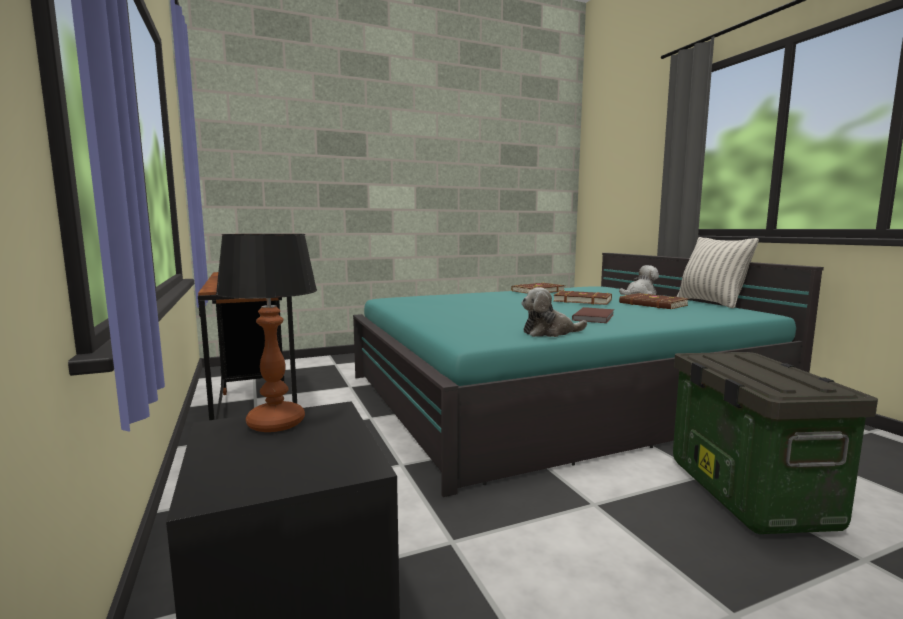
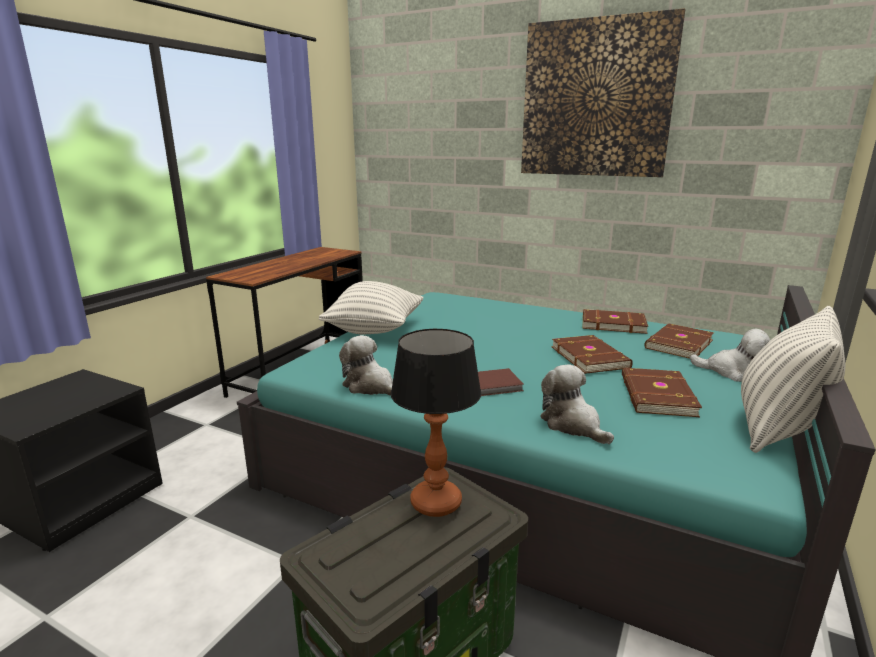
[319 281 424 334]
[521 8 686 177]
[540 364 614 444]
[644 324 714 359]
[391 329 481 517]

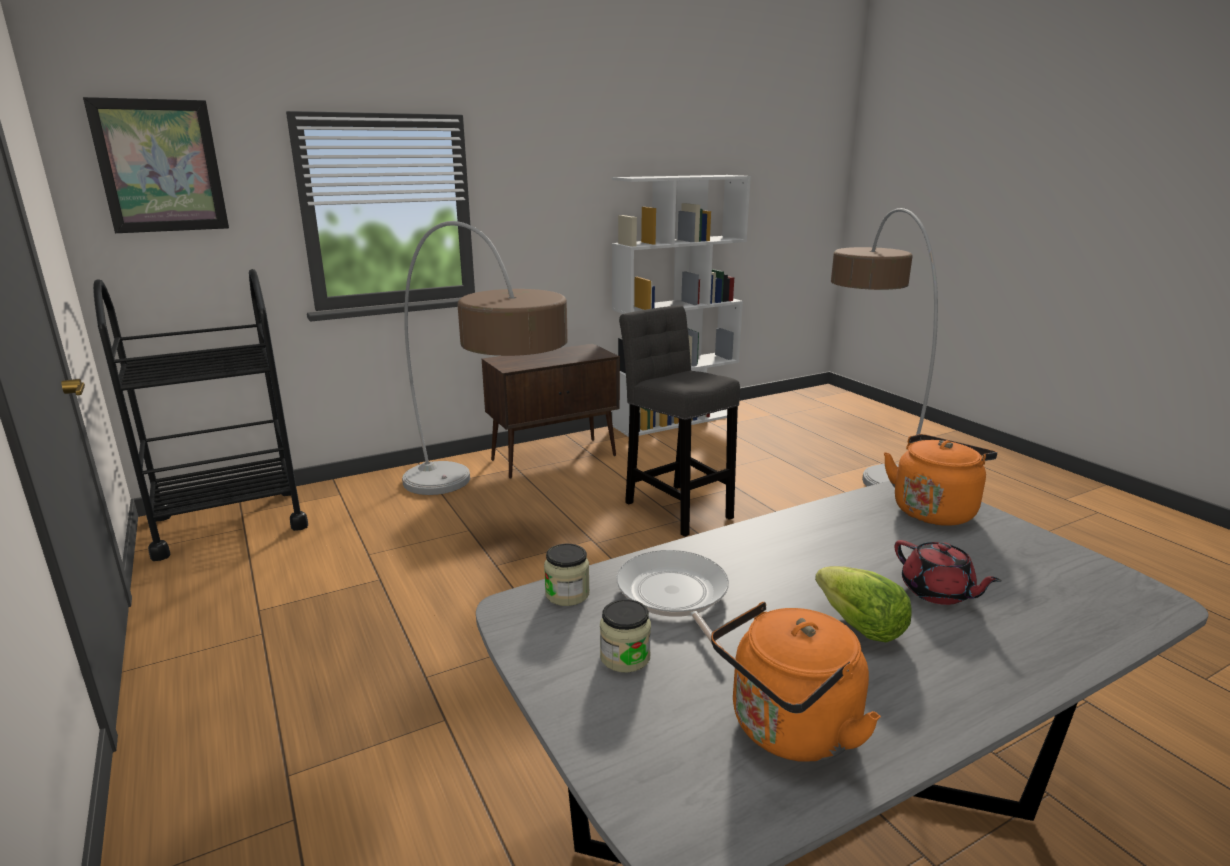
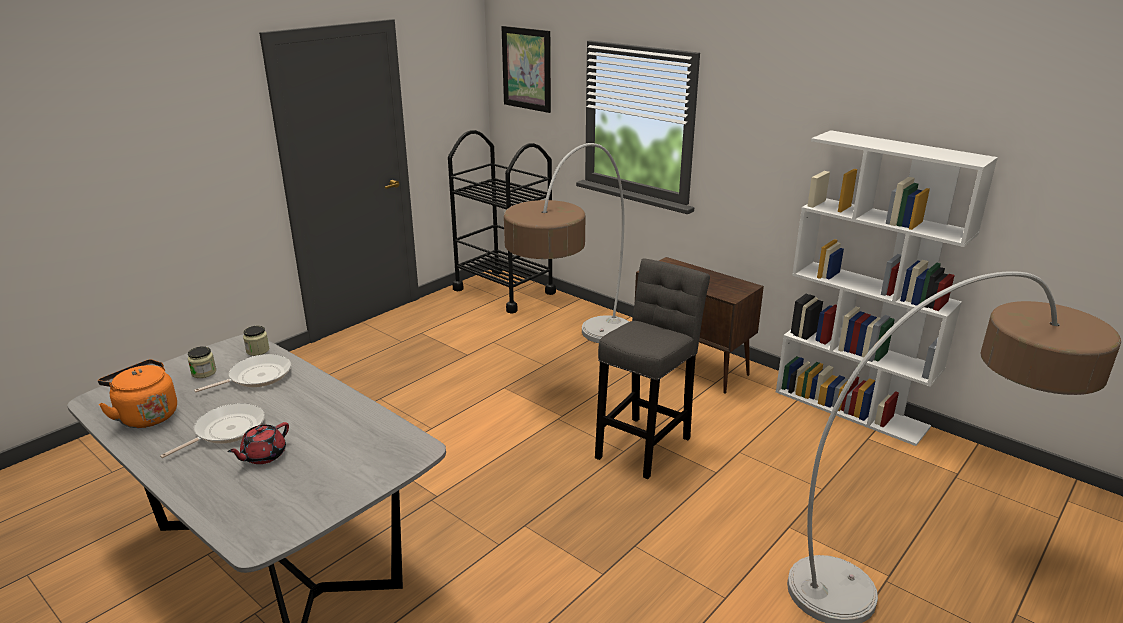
[884 434 997 526] (first image)
[160 403 265 458]

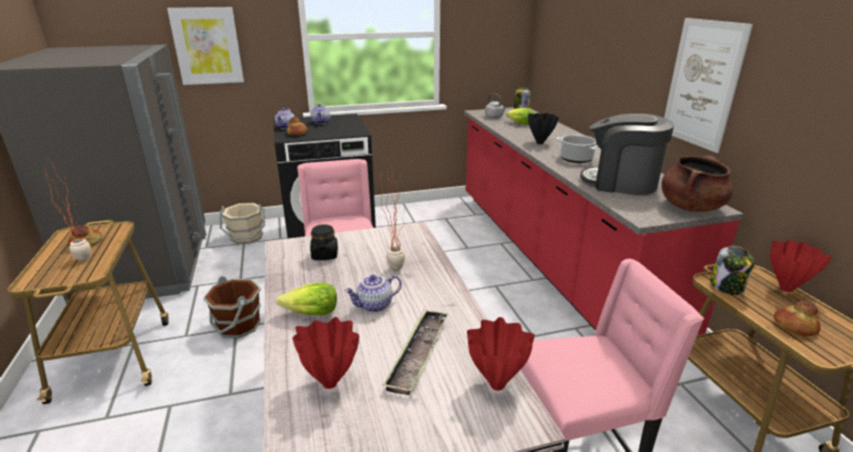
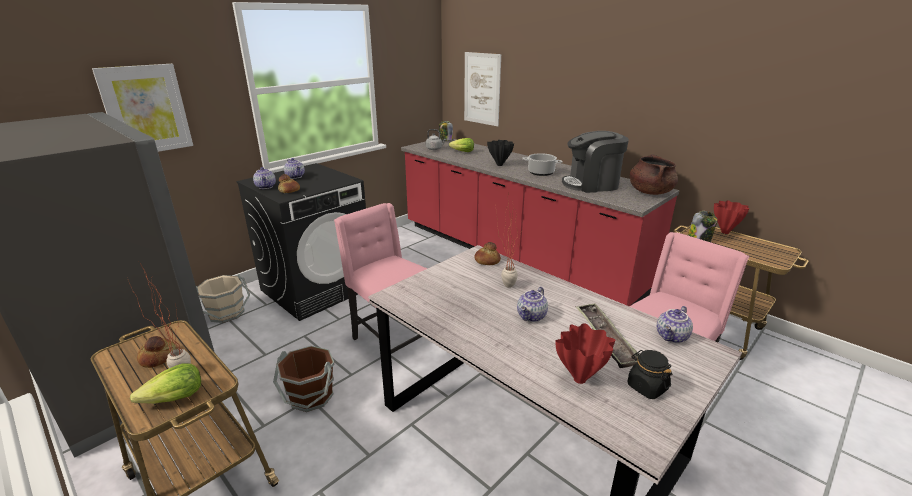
[130 363 201 404]
[627 350 672 399]
[464 52 501 126]
[474 242 501 265]
[657 306 693 343]

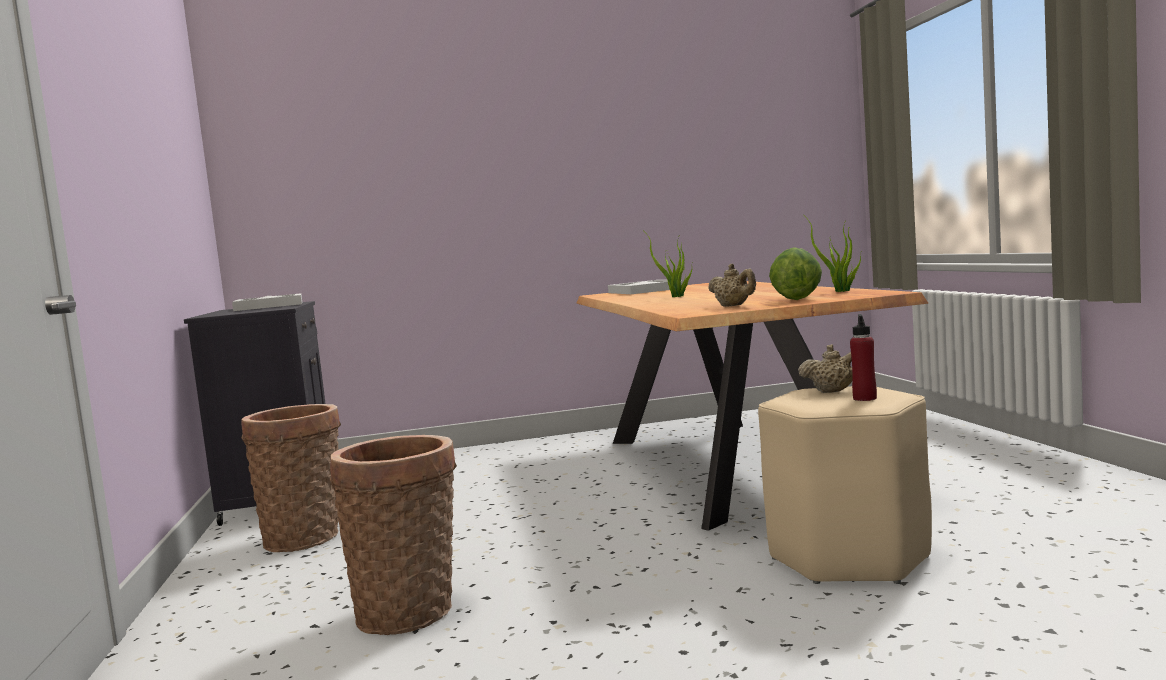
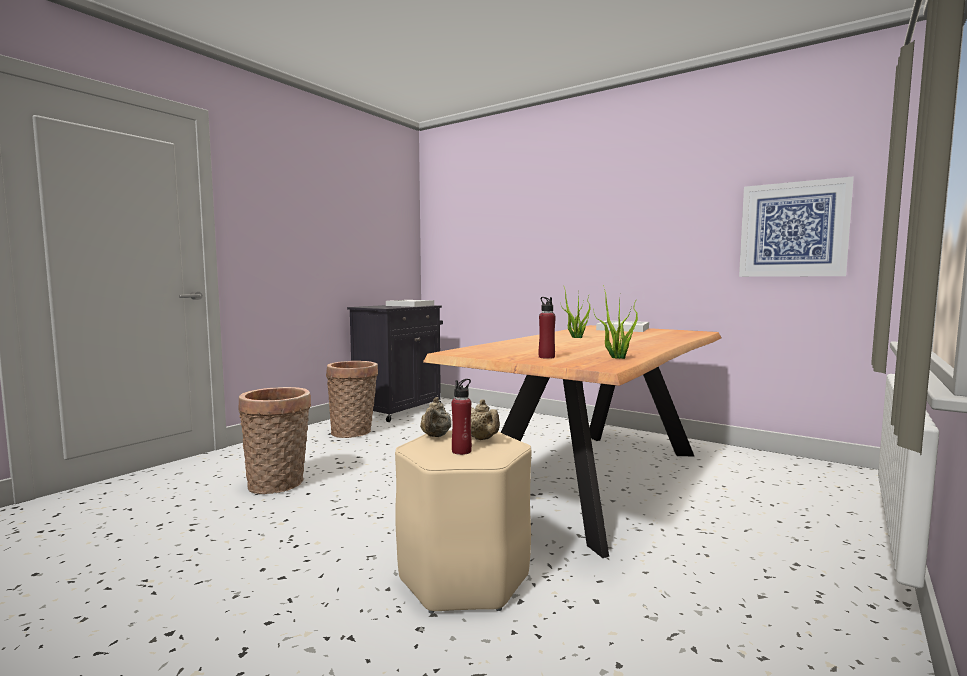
[739 176 854 277]
[420 397 451 437]
[539 297 556 359]

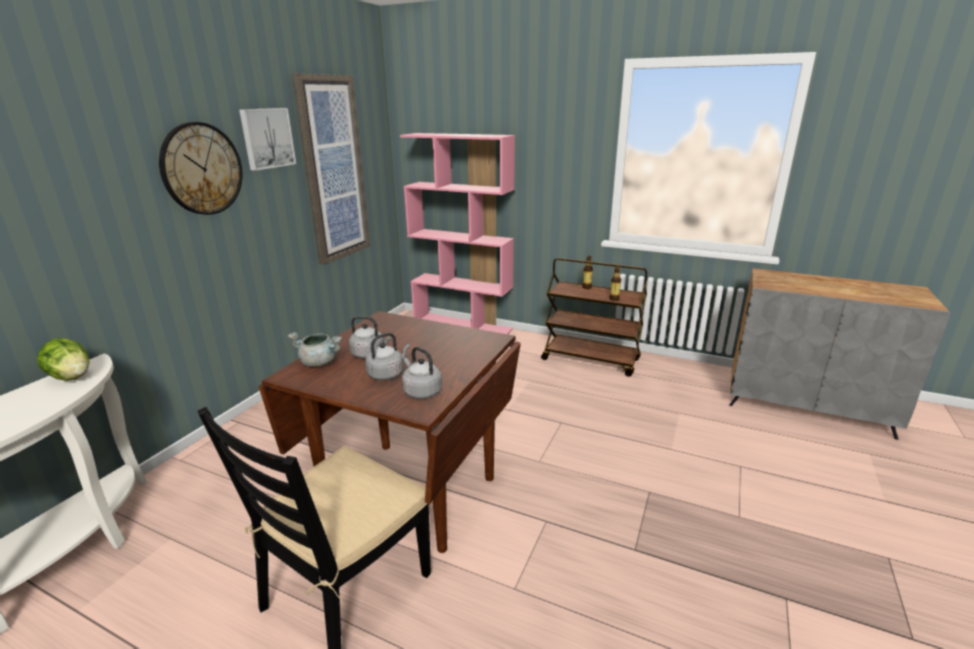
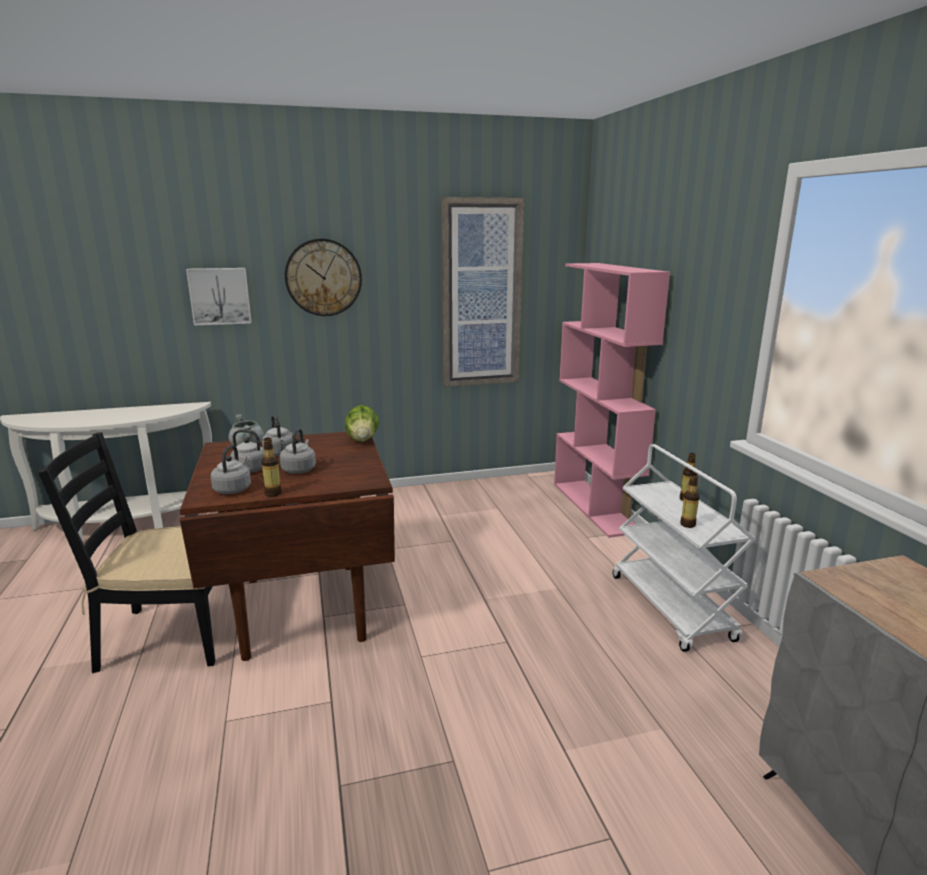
[261 438 282 497]
[280 428 316 474]
[345 405 379 442]
[186 268 252 325]
[613 444 756 652]

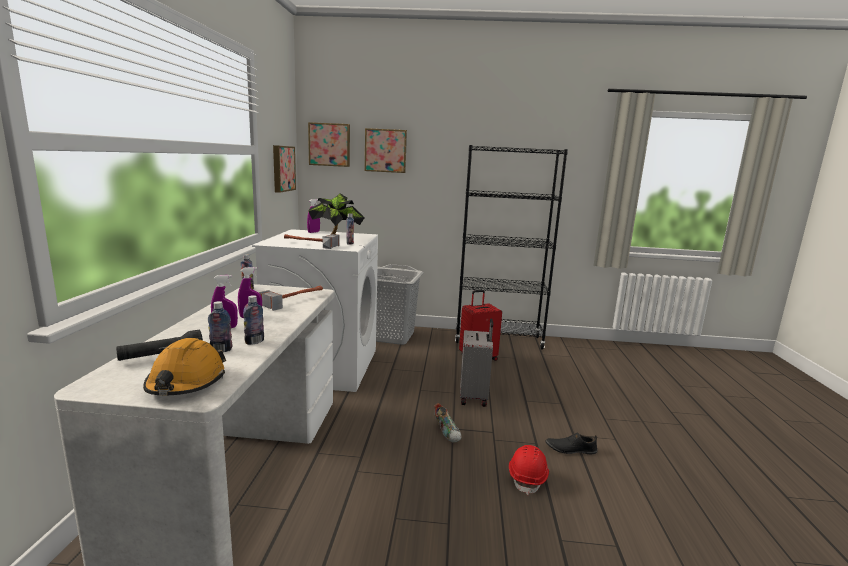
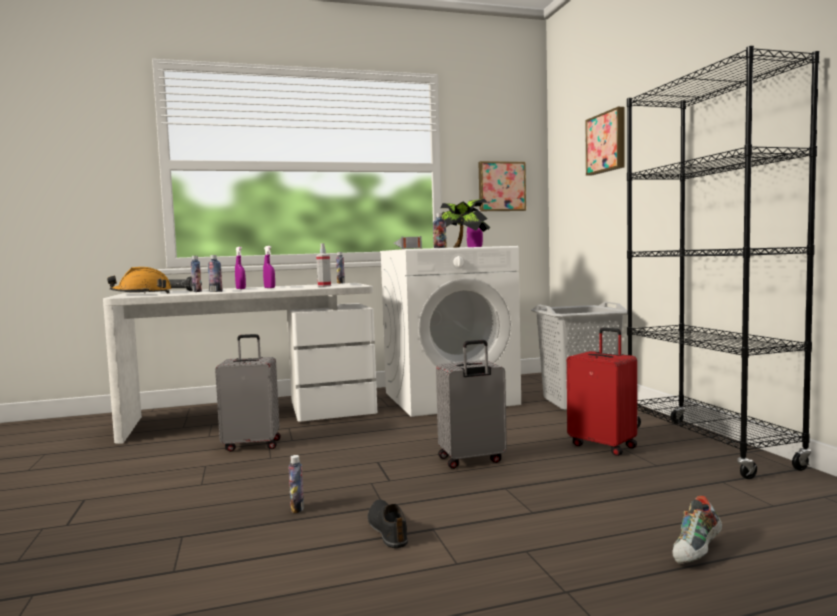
[308 122 350 167] (first image)
[215 334 281 452]
[672 496 722 564]
[316 243 331 287]
[288 455 304 513]

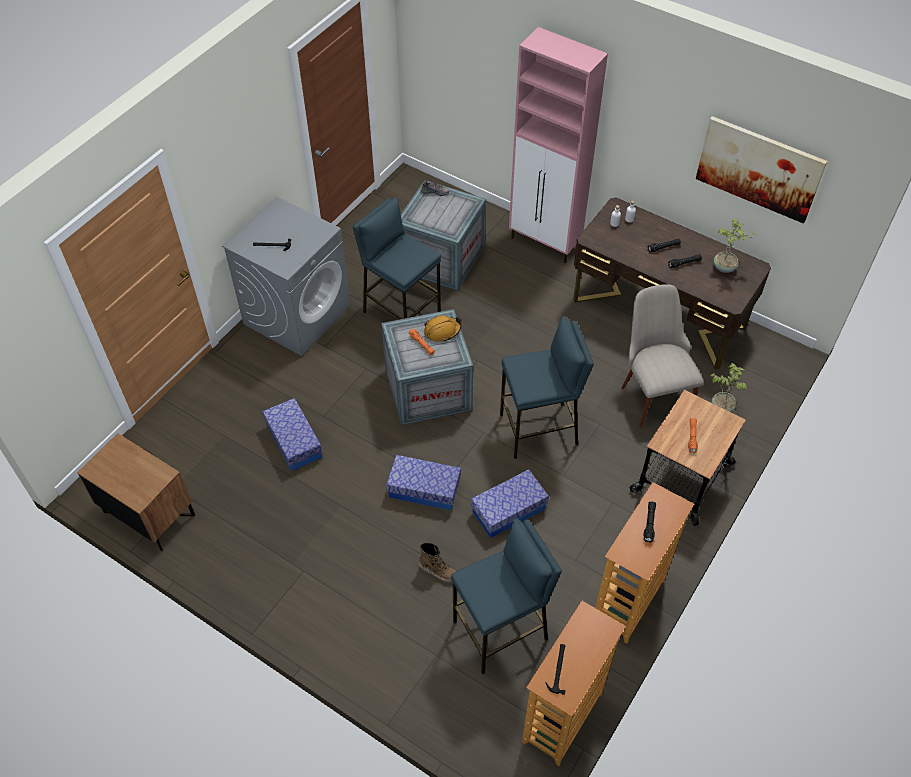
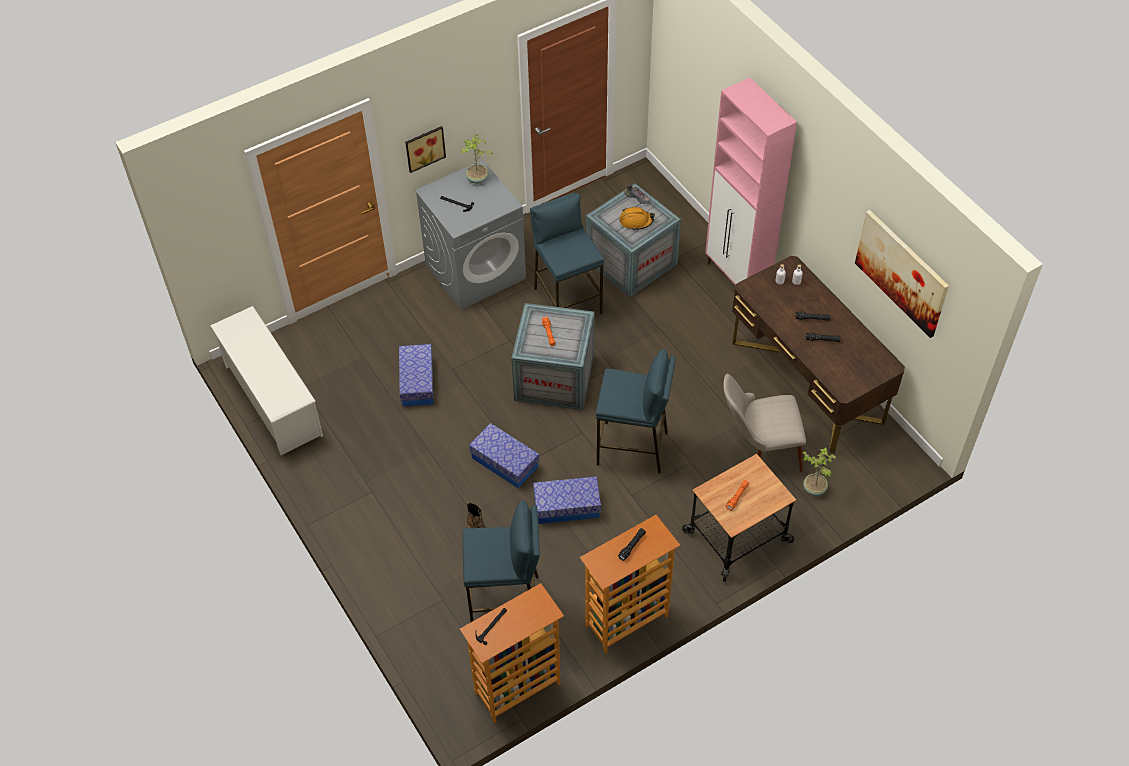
[405 126 446 173]
[620 207 655 231]
[461 133 493 184]
[210 306 323 455]
[723 374 806 472]

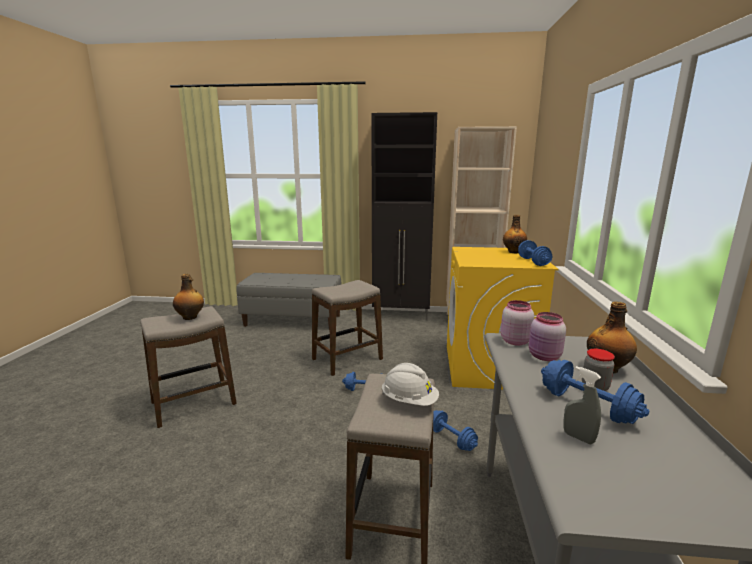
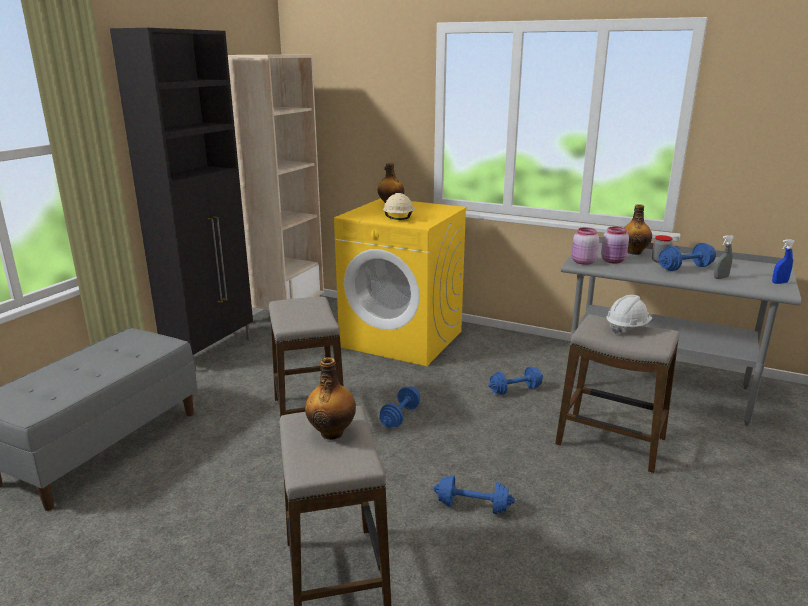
[383 193 415 220]
[772 239 795 284]
[433 475 515 514]

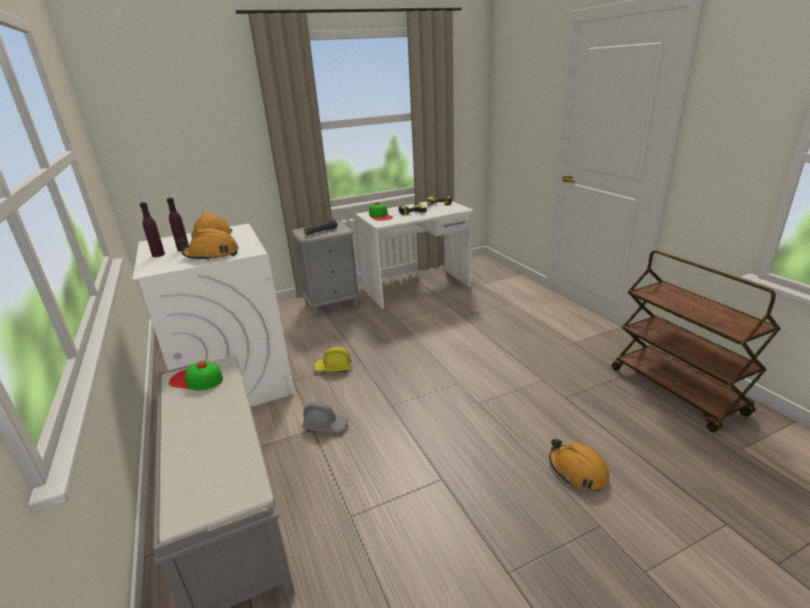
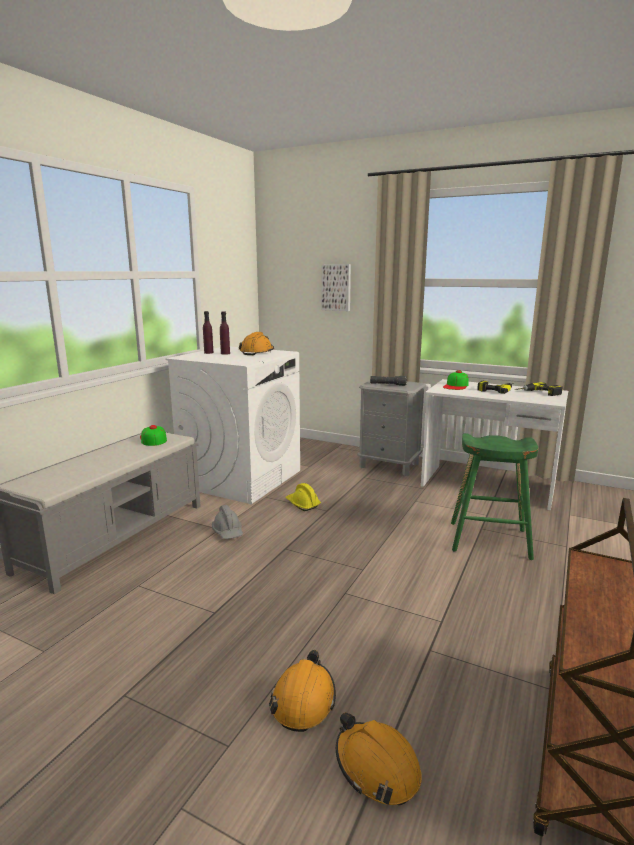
[322 264 351 311]
[451 433 538 560]
[336 712 422 806]

